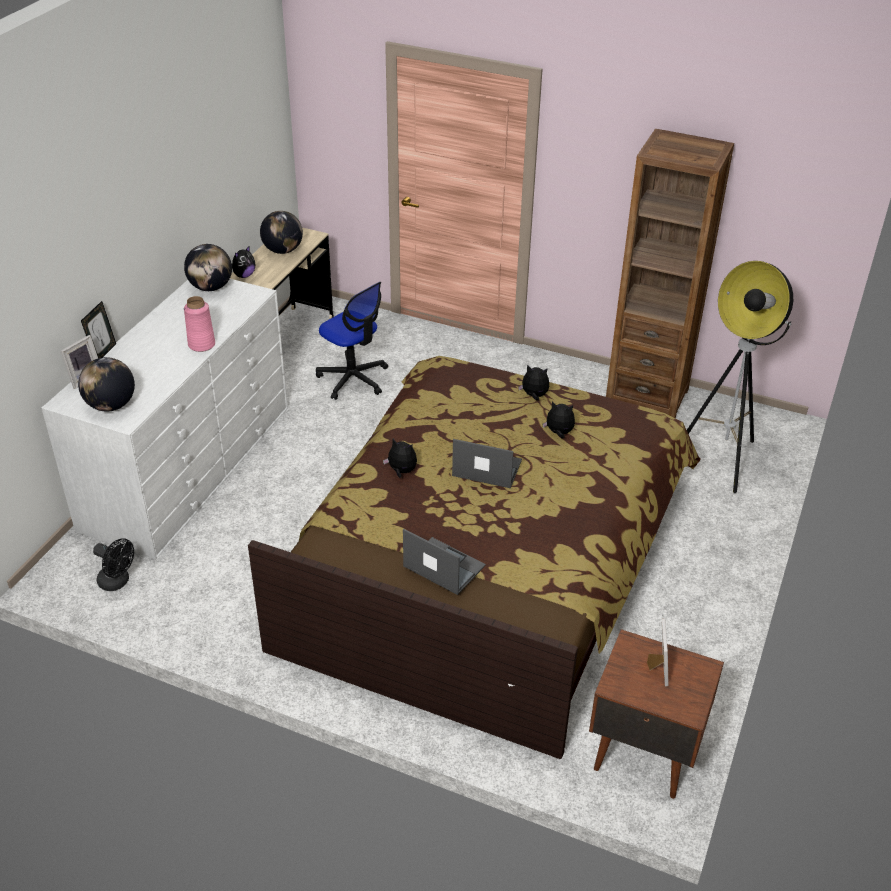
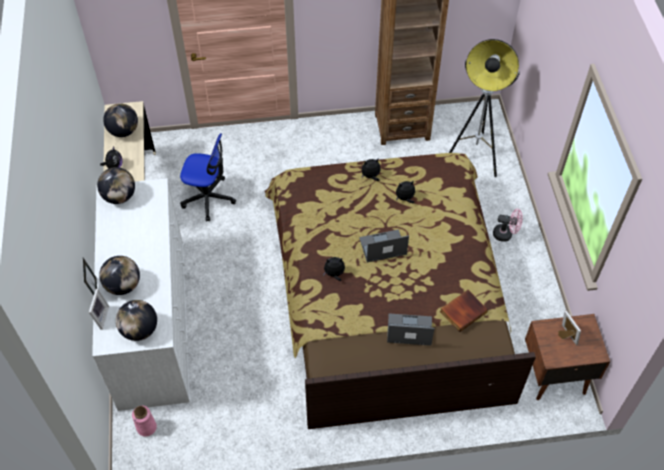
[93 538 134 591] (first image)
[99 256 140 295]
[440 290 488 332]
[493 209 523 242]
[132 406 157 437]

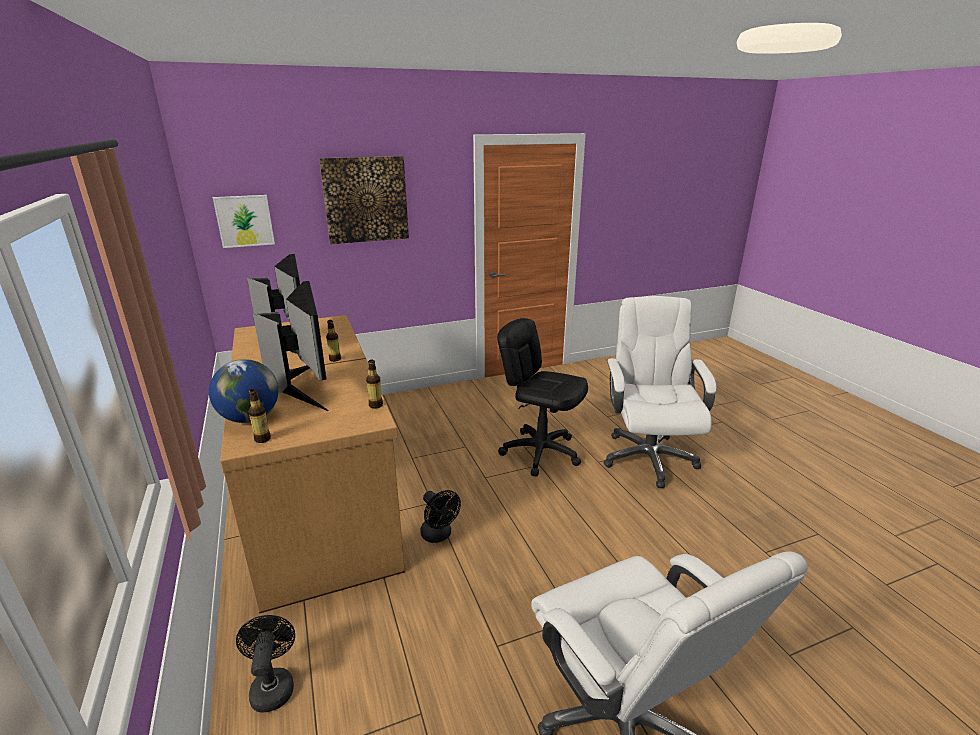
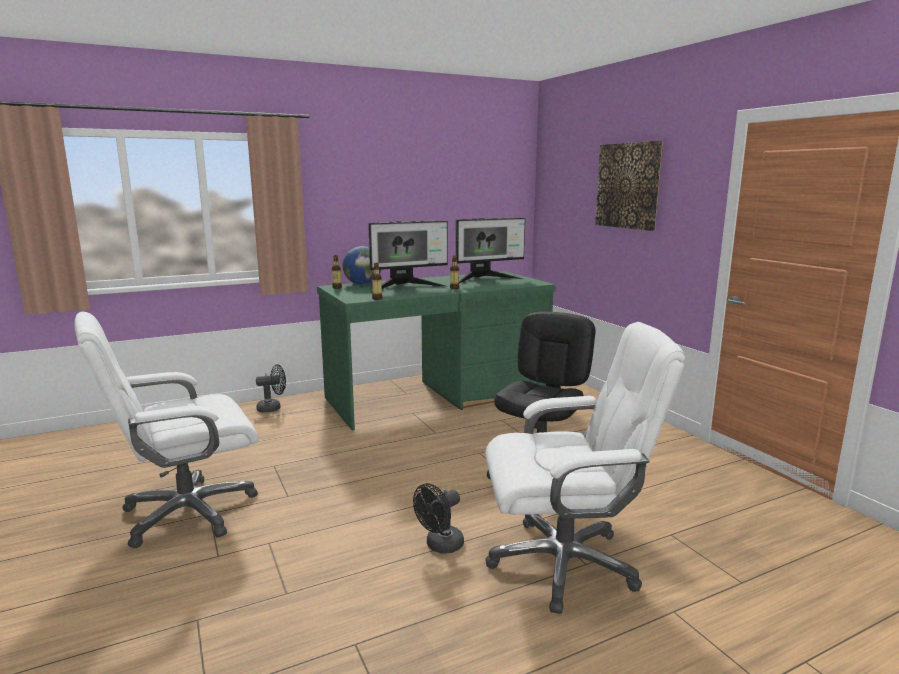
[213 195 275 248] (first image)
[413 483 464 554]
[317 271 556 431]

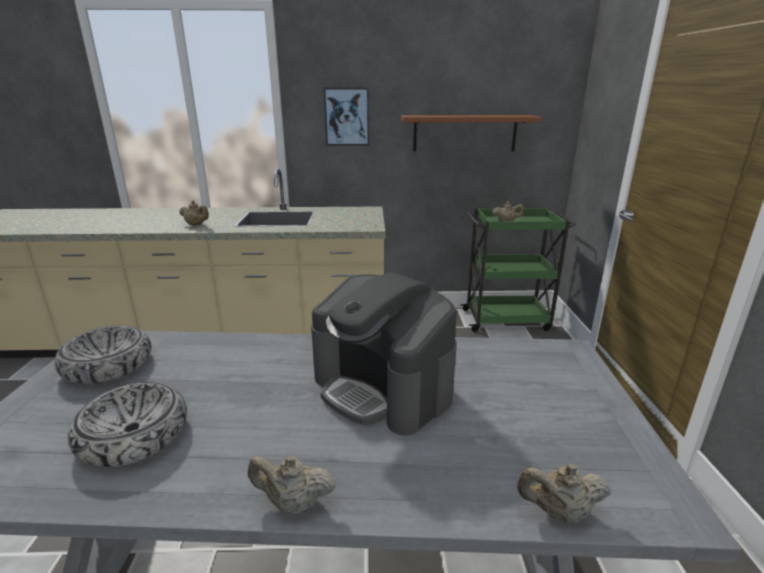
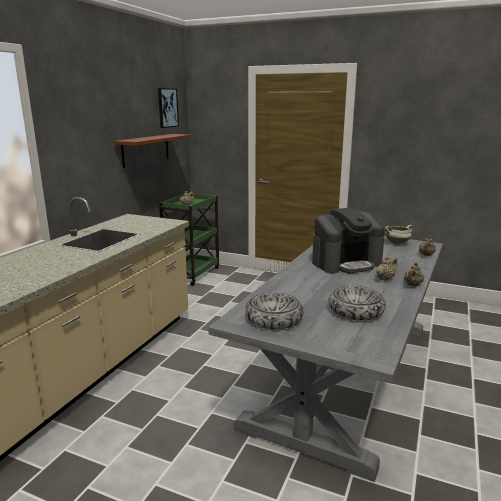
[385 225 413 245]
[376 256 398 281]
[158 88 179 128]

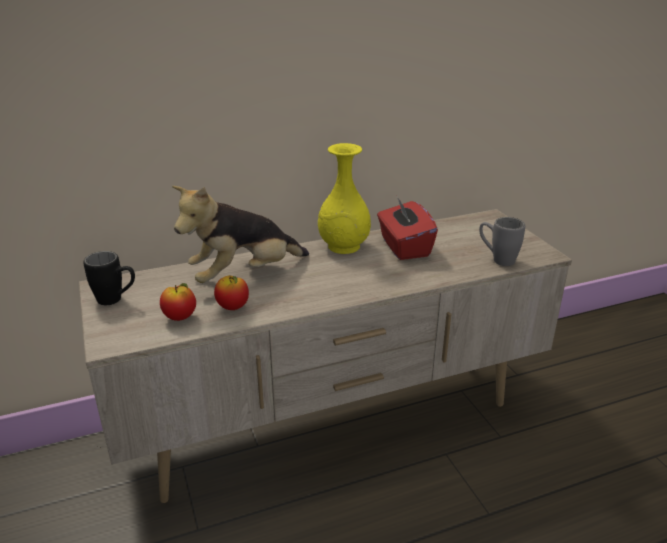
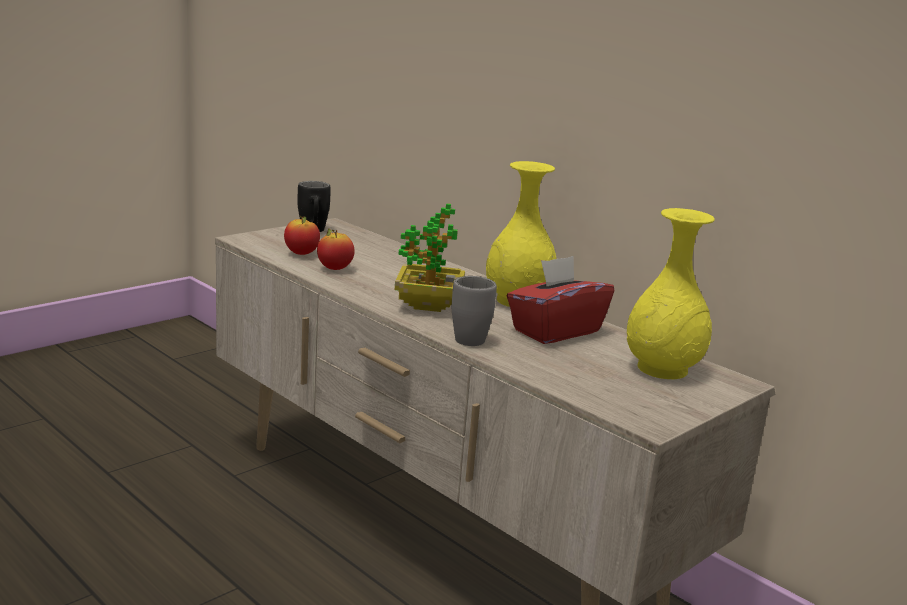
[172 186 309 283] (first image)
[395 203 465 312]
[627 208 715 380]
[452 276 497 346]

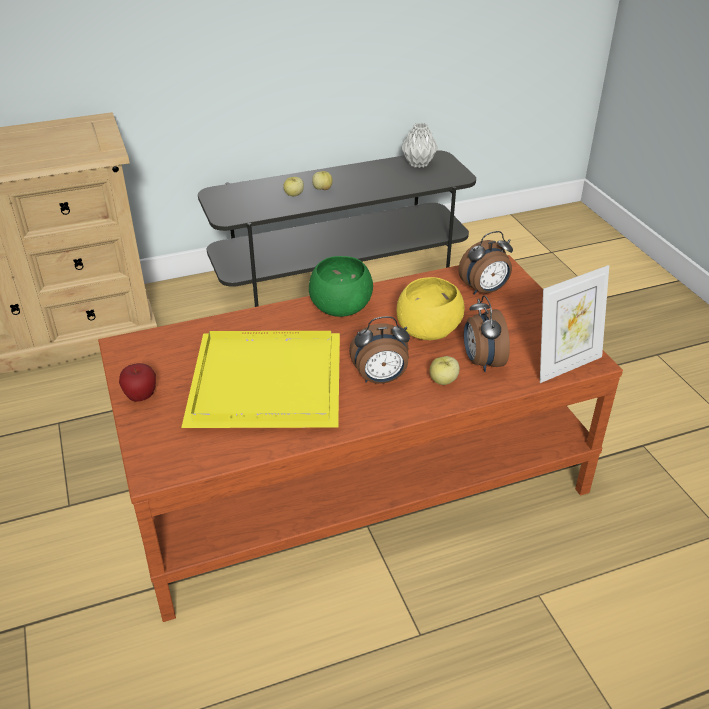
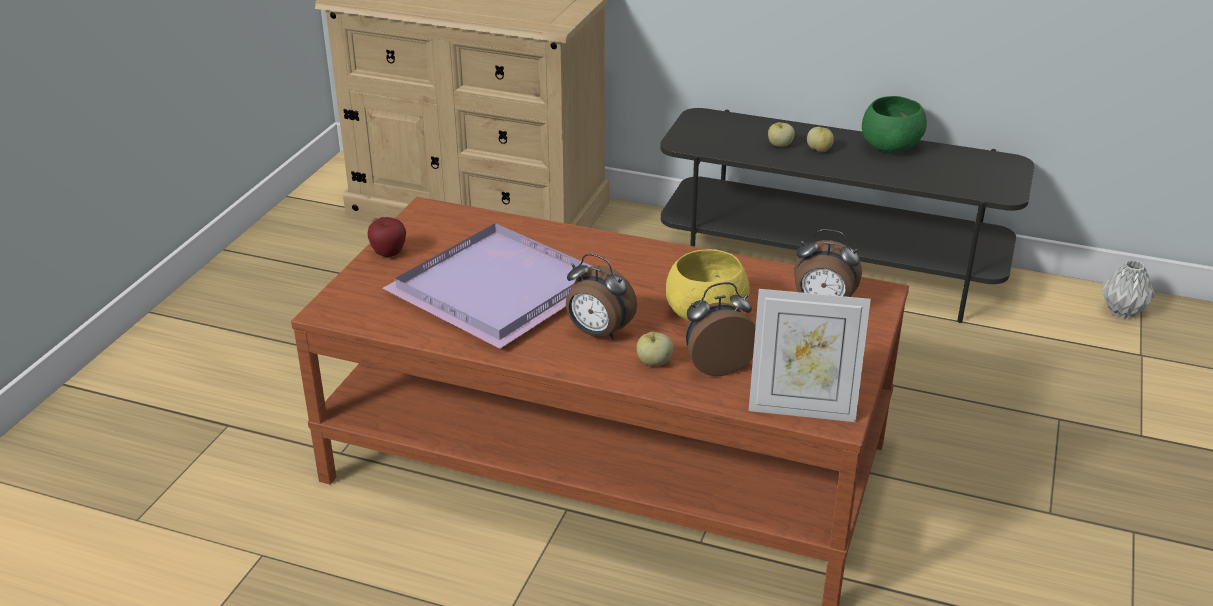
[862 96 927 153]
[1102 260 1155 319]
[382 223 591 349]
[685 282 756 376]

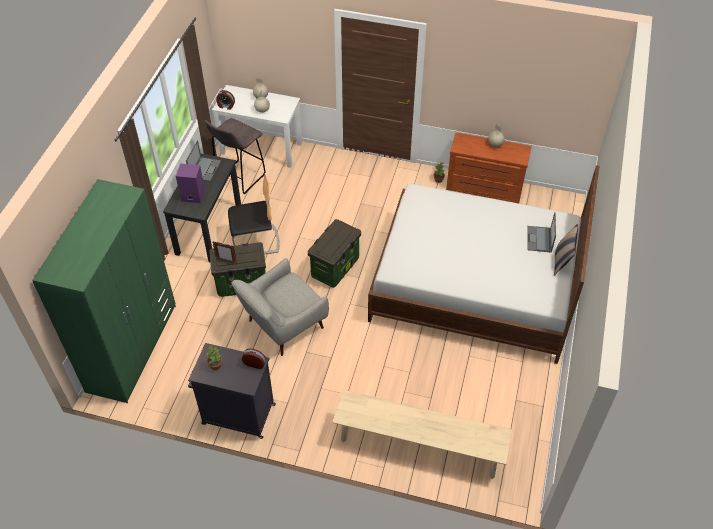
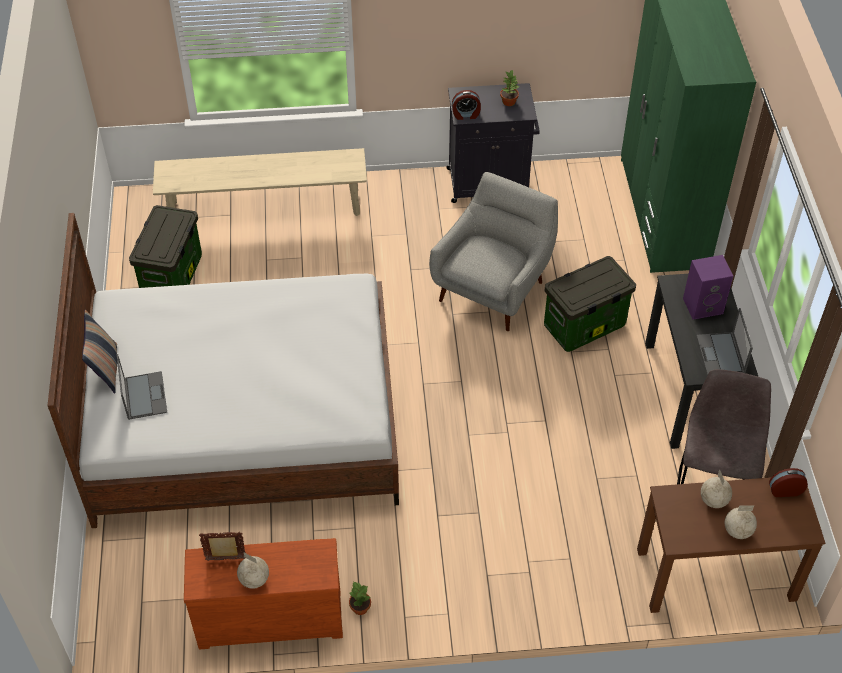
[228 173 280 254] (first image)
[199 532 246 561]
[129 205 202 288]
[637 478 825 613]

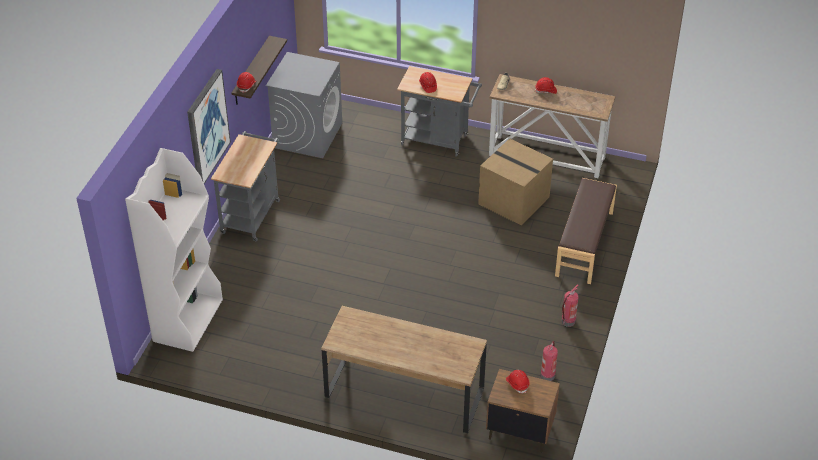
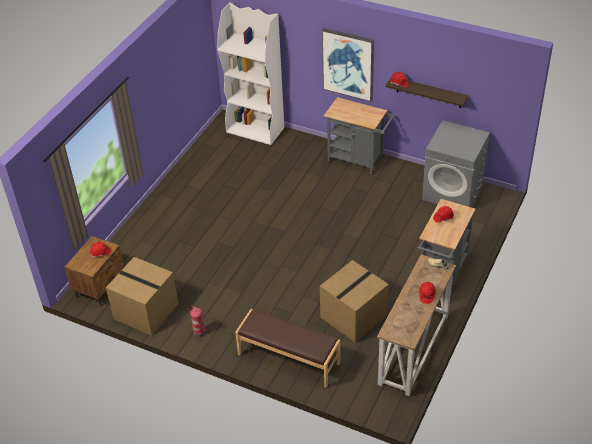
[321 306 487 433] (first image)
[106 257 178 336]

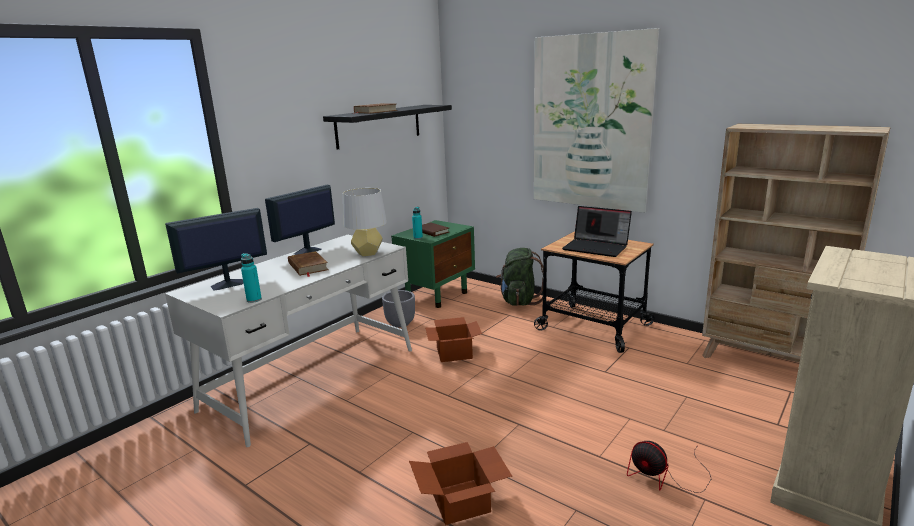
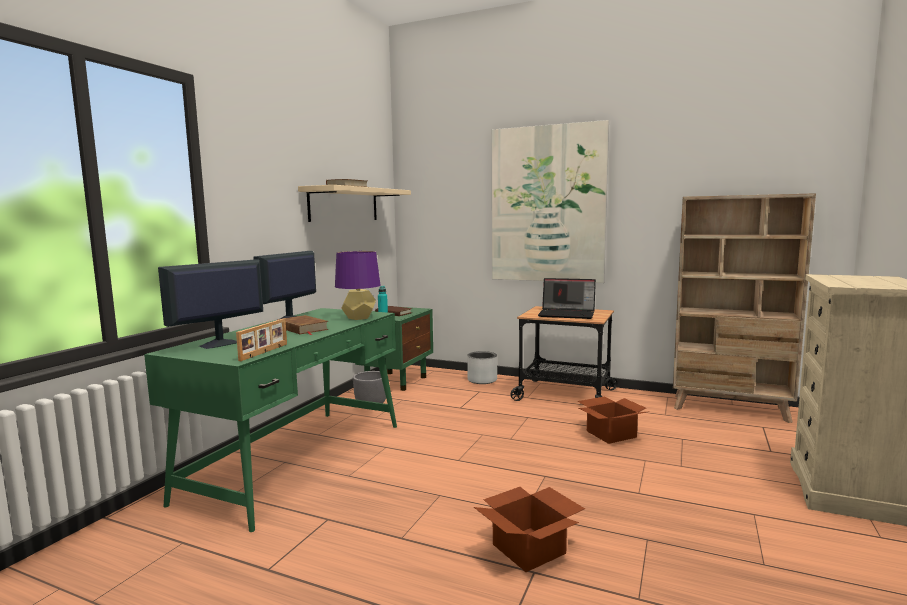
[627 441 712 493] (first image)
[578 396 646 444]
[236 318 287 361]
[467 351 497 384]
[144 308 397 532]
[298 185 411 222]
[335 251 381 320]

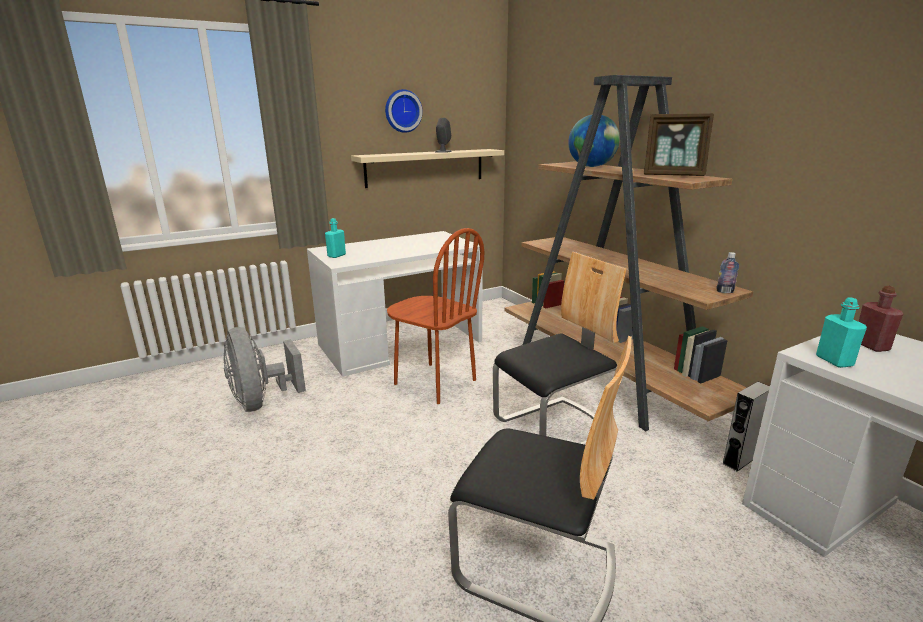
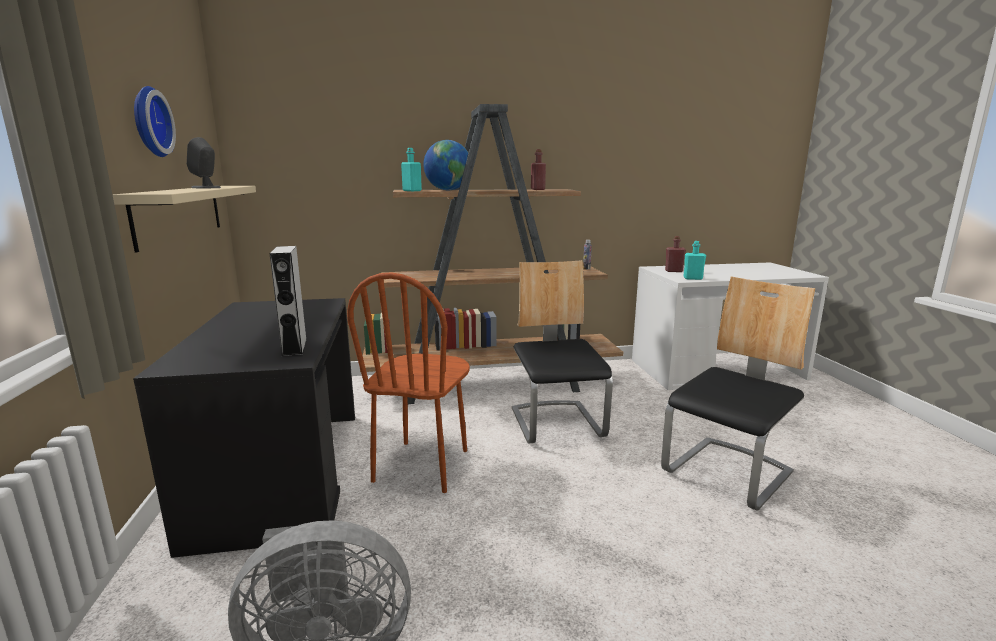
[401 148 422 191]
[269 246 307 356]
[531 149 546 190]
[133 298 355 558]
[347 272 470 493]

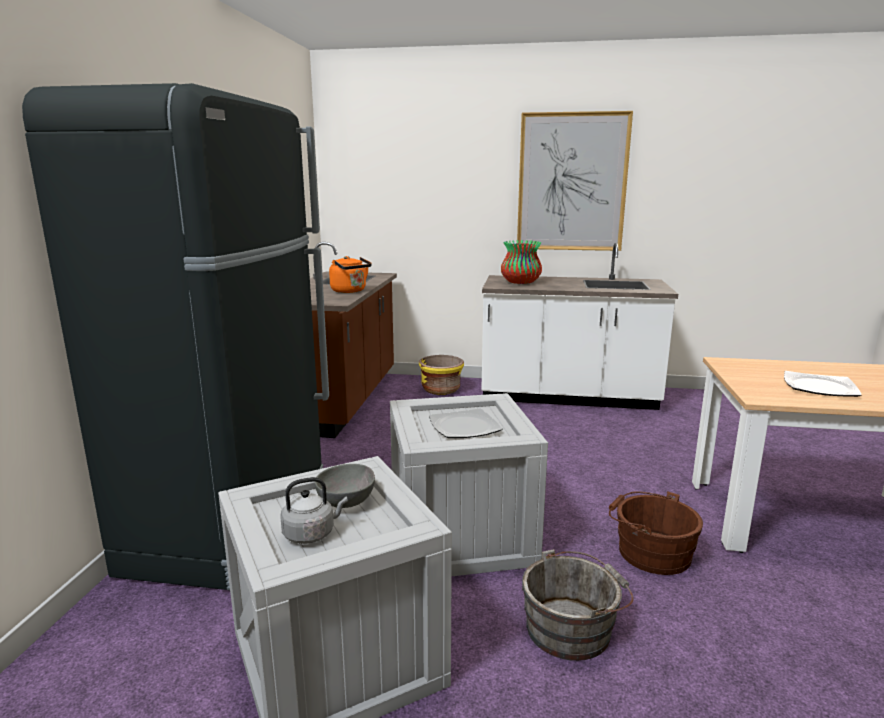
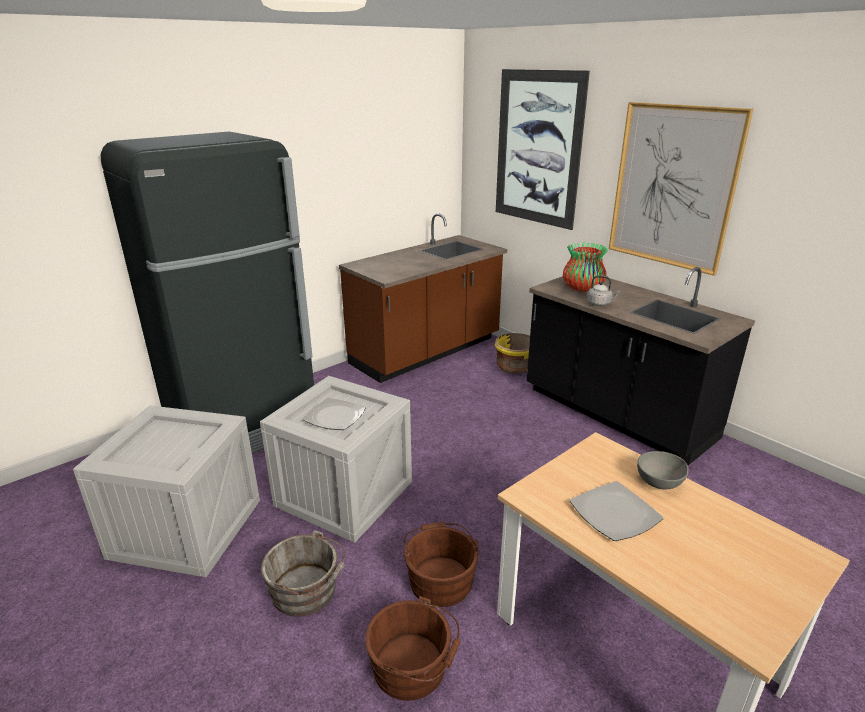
[329 256 372 293] (first image)
[365 596 460 701]
[496 69 590 230]
[587 275 620 306]
[637 451 689 489]
[527 267 755 465]

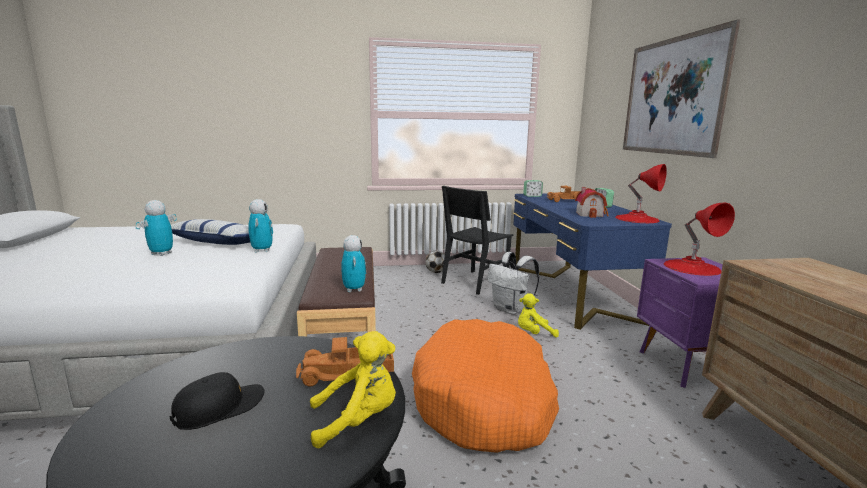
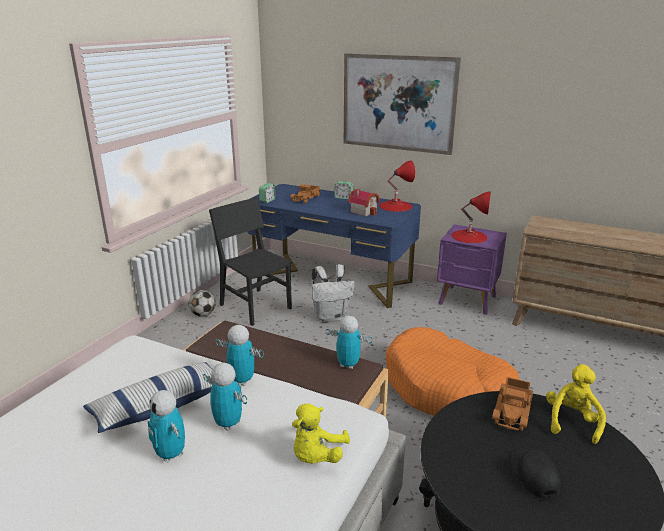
[203 362 247 431]
[292 403 350 464]
[209 198 292 326]

